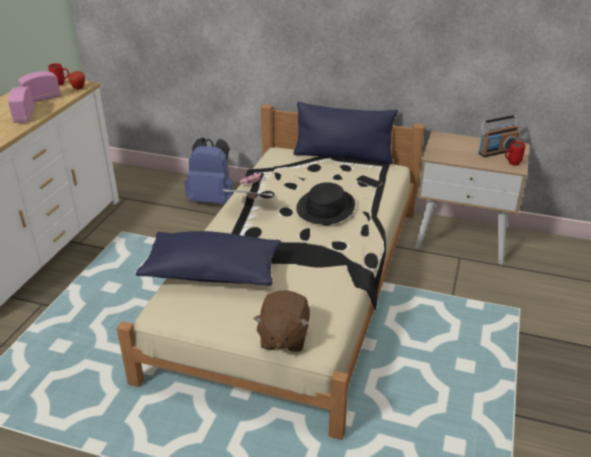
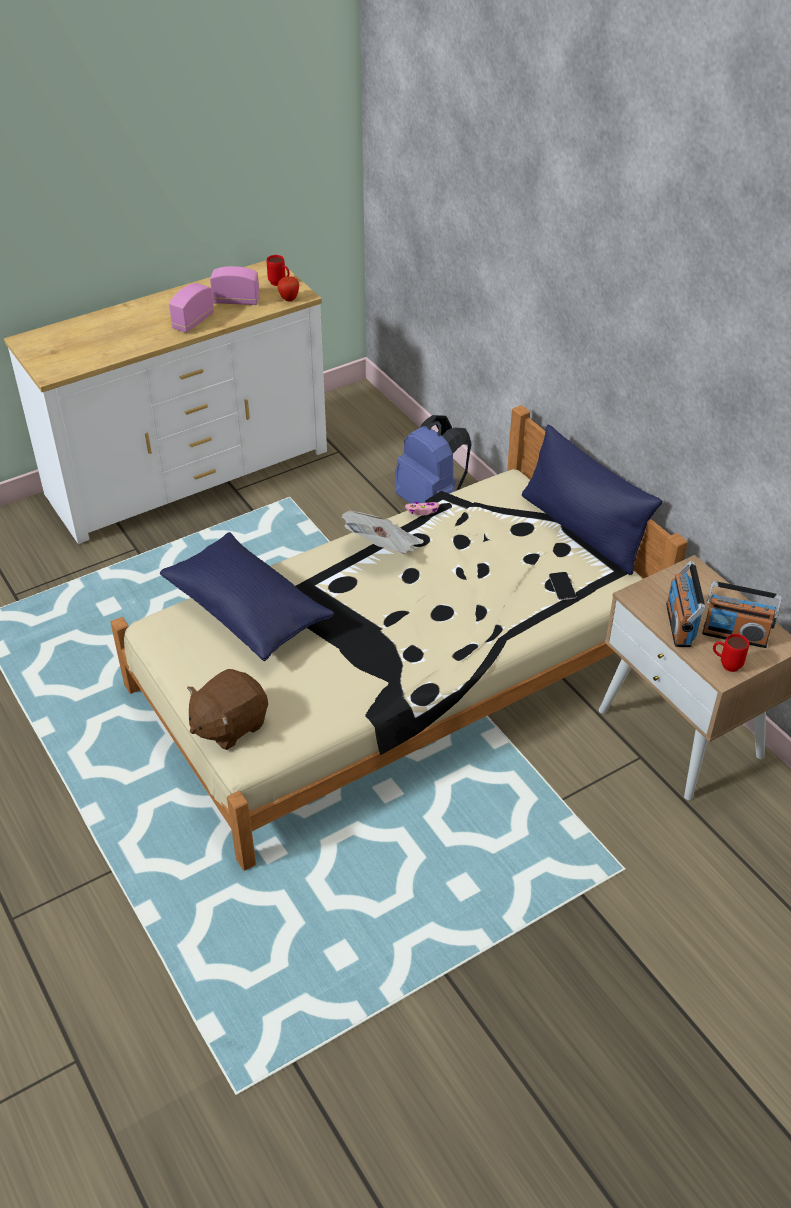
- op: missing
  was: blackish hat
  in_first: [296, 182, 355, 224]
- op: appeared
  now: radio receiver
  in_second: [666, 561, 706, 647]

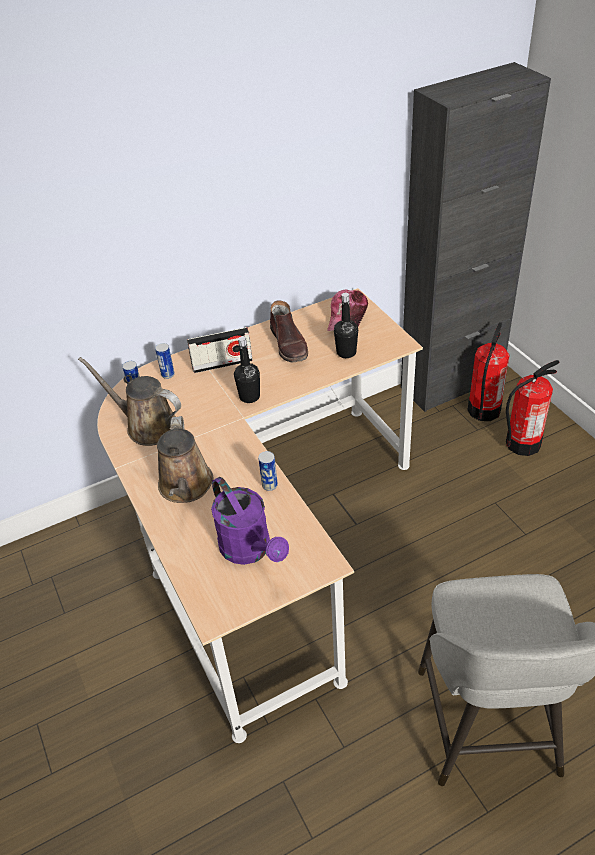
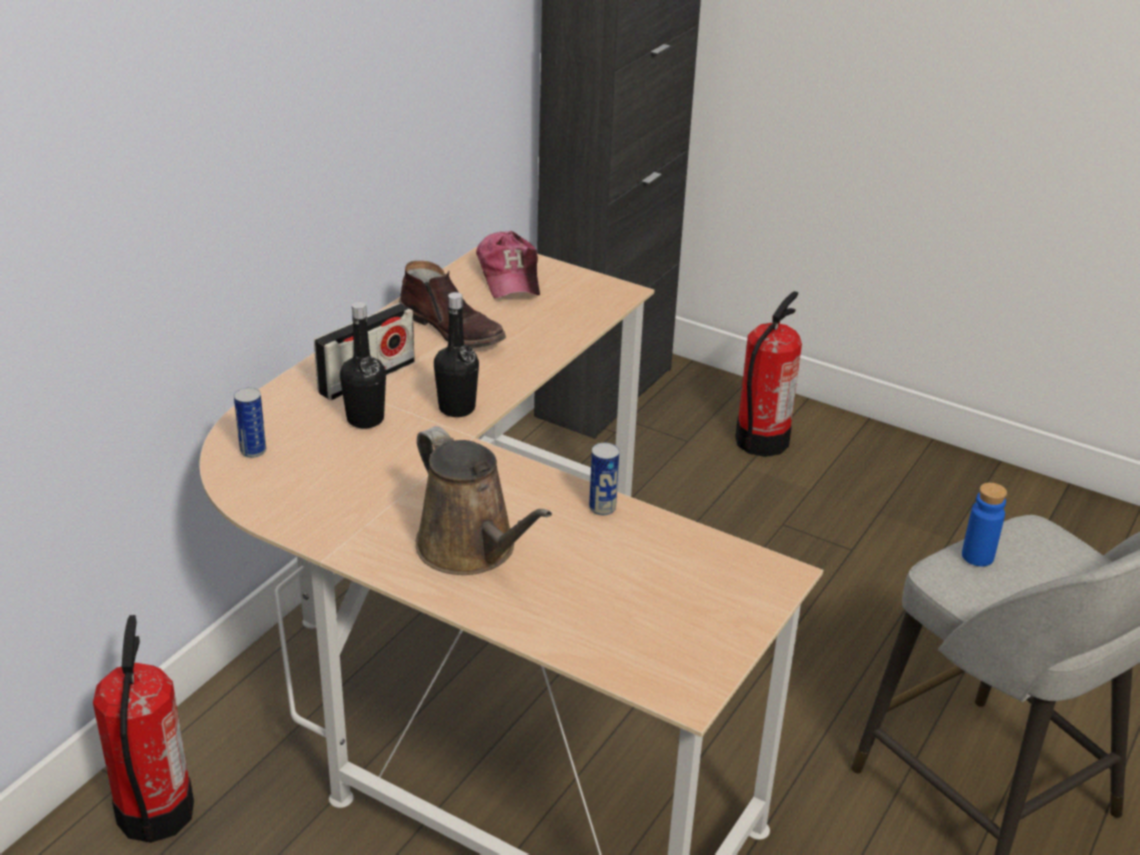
- op: missing
  was: brownish watering pot
  in_first: [78, 357, 181, 446]
- op: missing
  was: can
  in_first: [155, 343, 175, 379]
- op: missing
  was: purple watering pot
  in_first: [211, 477, 289, 565]
- op: appeared
  now: bluish bottle
  in_second: [962, 483, 1007, 566]
- op: relocated
  was: blackish bottle
  in_first: [334, 293, 358, 358]
  in_second: [340, 302, 386, 428]
- op: relocated
  was: fire-fighting cylinder
  in_first: [468, 322, 510, 421]
  in_second: [93, 615, 194, 843]

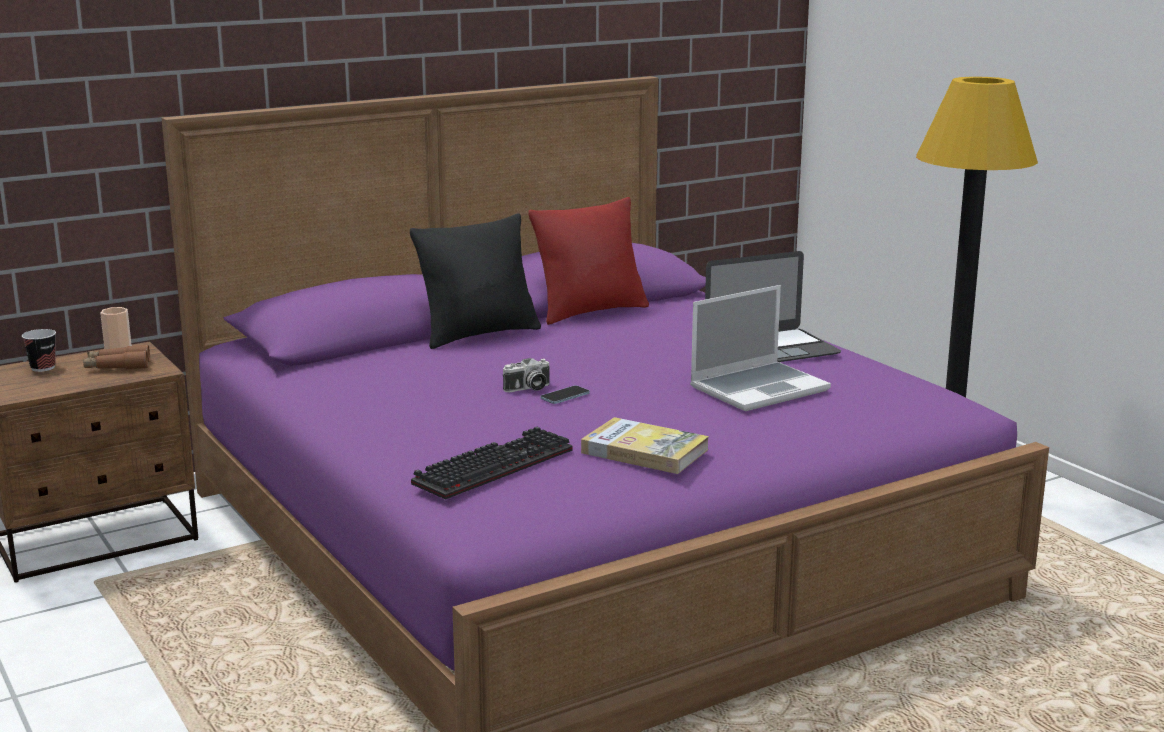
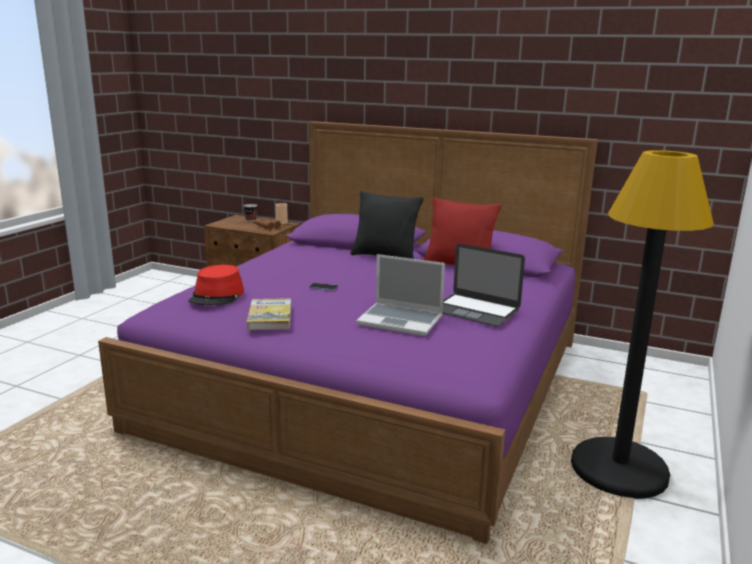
- op: missing
  was: photo camera
  in_first: [503, 358, 550, 392]
- op: exchanged
  was: computer keyboard
  now: red hat
  in_first: [411, 427, 572, 500]
  in_second: [188, 265, 244, 305]

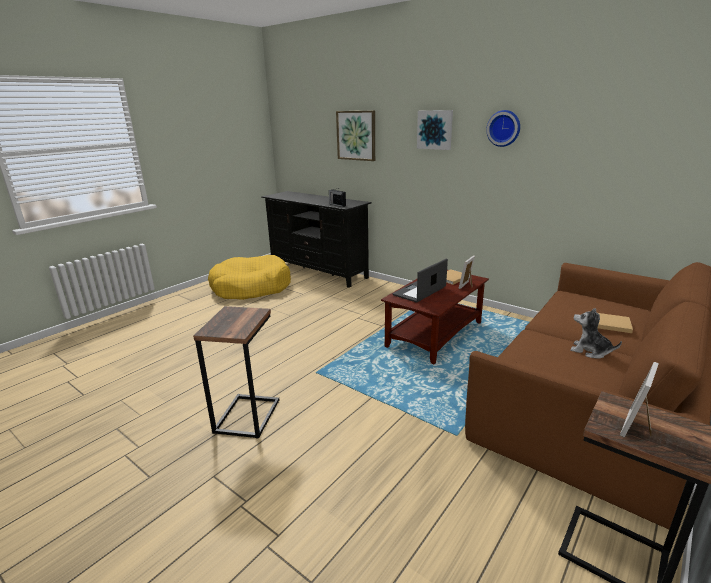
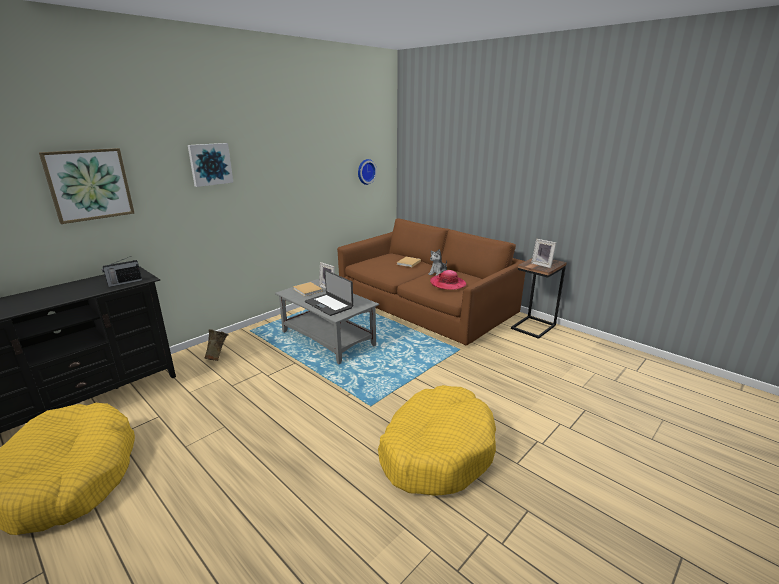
- op: appeared
  now: sand-coloured decorative vase
  in_second: [205, 329, 229, 361]
- op: appeared
  now: hat
  in_second: [430, 270, 466, 290]
- op: relocated
  was: hanging clock
  in_first: [486, 110, 520, 147]
  in_second: [358, 159, 377, 185]
- op: exchanged
  was: accent table
  now: yellowish dog bed
  in_first: [193, 306, 279, 439]
  in_second: [378, 385, 496, 496]
- op: colour
  was: brownish lounge table
  now: grey lounge table
  in_first: [381, 270, 489, 364]
  in_second: [275, 279, 379, 364]

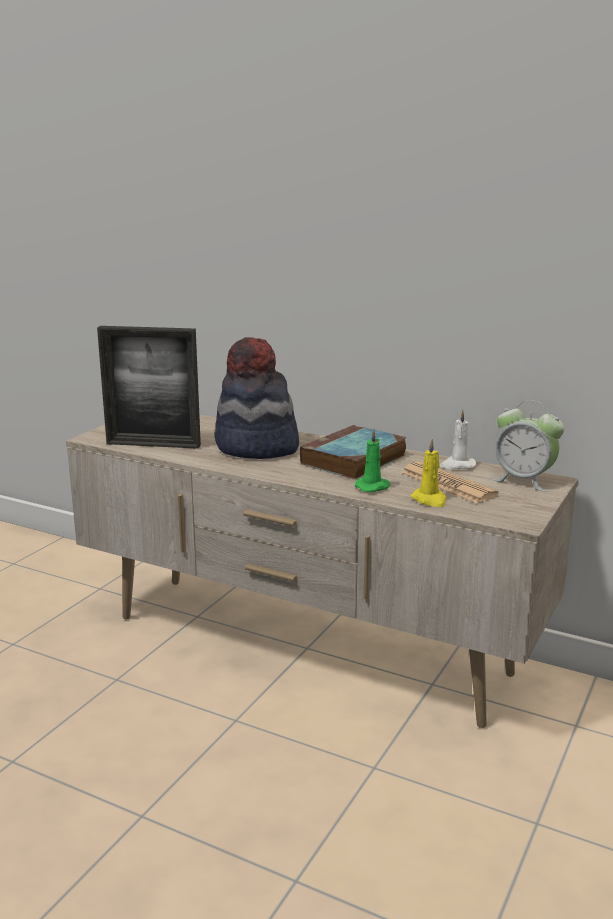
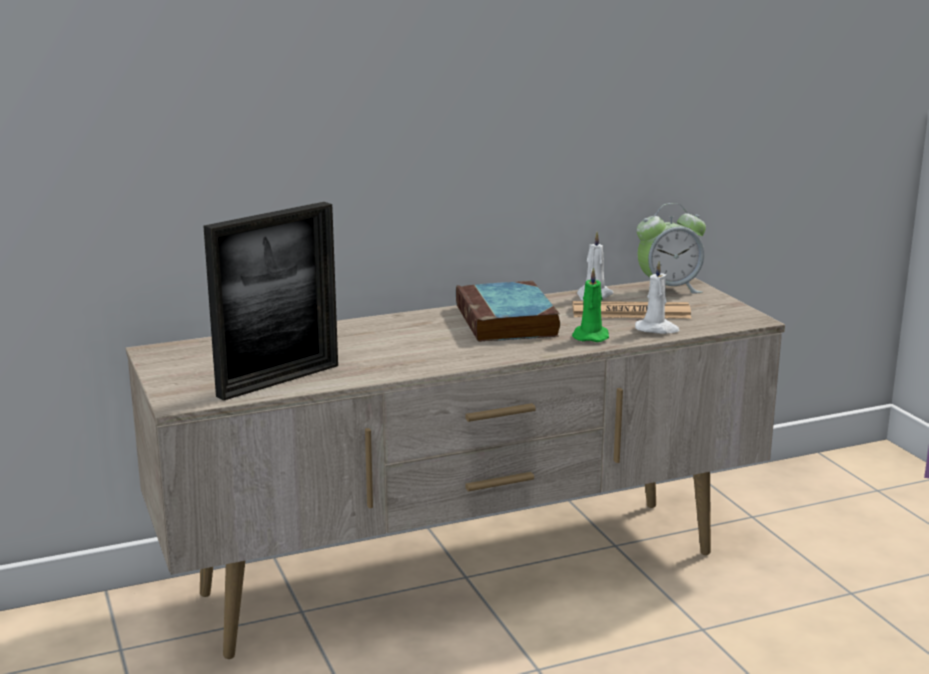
- op: missing
  was: hat
  in_first: [214, 337, 299, 459]
- op: colour
  was: yellowish wax light
  now: whitish wax light
  in_first: [411, 439, 446, 507]
  in_second: [635, 261, 680, 334]

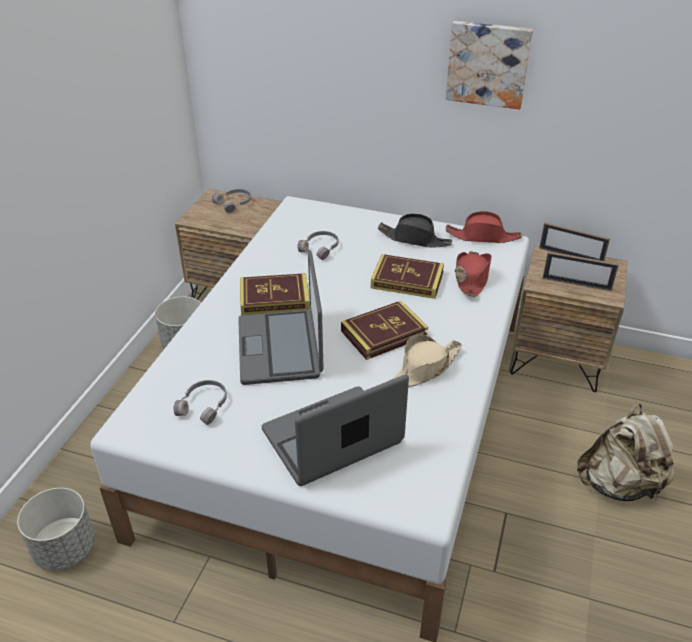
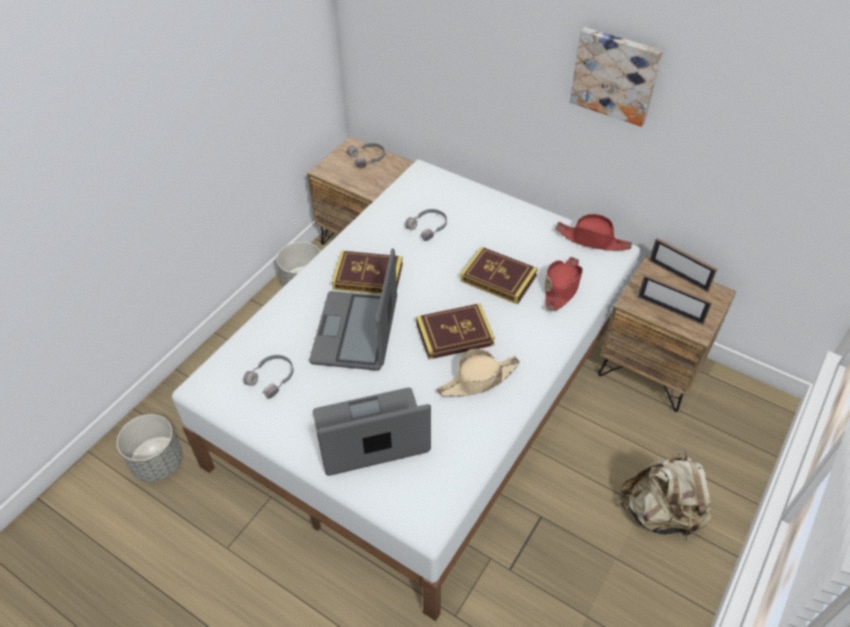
- op: missing
  was: blackish hat
  in_first: [378, 214, 452, 248]

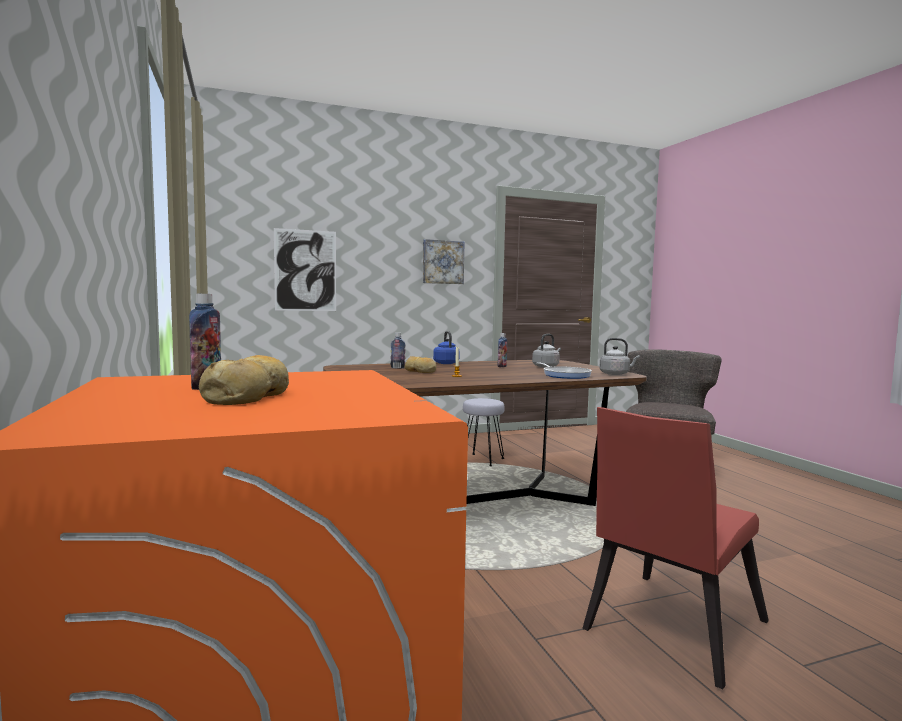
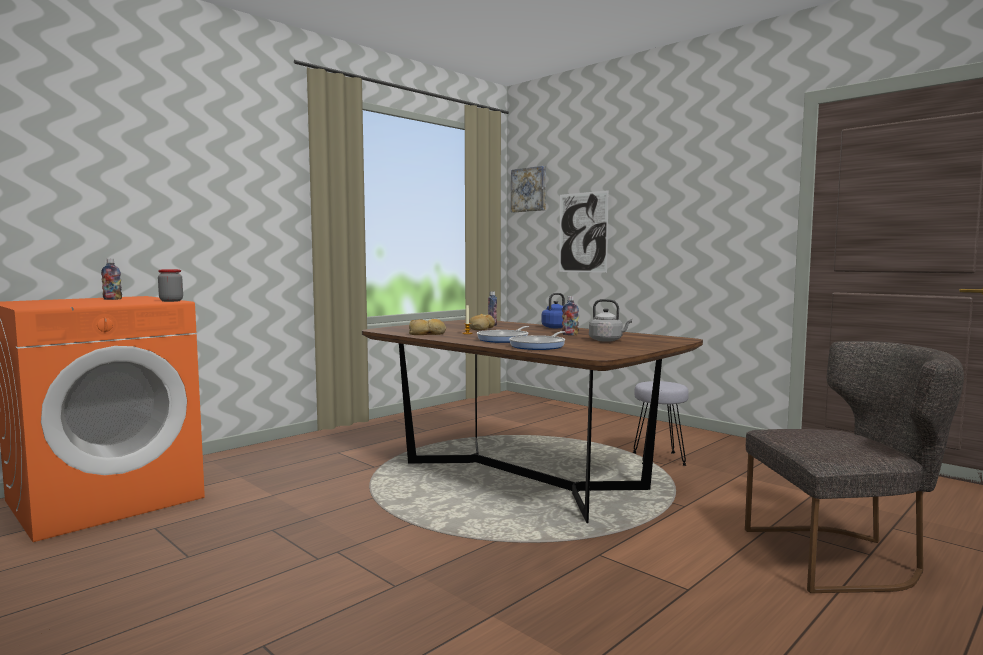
- op: missing
  was: red plain chair
  in_first: [582, 407, 769, 689]
- op: missing
  was: grey water kettle
  in_first: [599, 338, 640, 375]
- op: appeared
  now: jar
  in_second: [158, 269, 183, 302]
- op: appeared
  now: pan
  in_second: [477, 326, 530, 343]
- op: relocated
  was: bakery bread
  in_first: [199, 355, 289, 405]
  in_second: [409, 319, 446, 335]
- op: relocated
  was: wall art
  in_first: [423, 239, 465, 284]
  in_second: [511, 166, 546, 212]

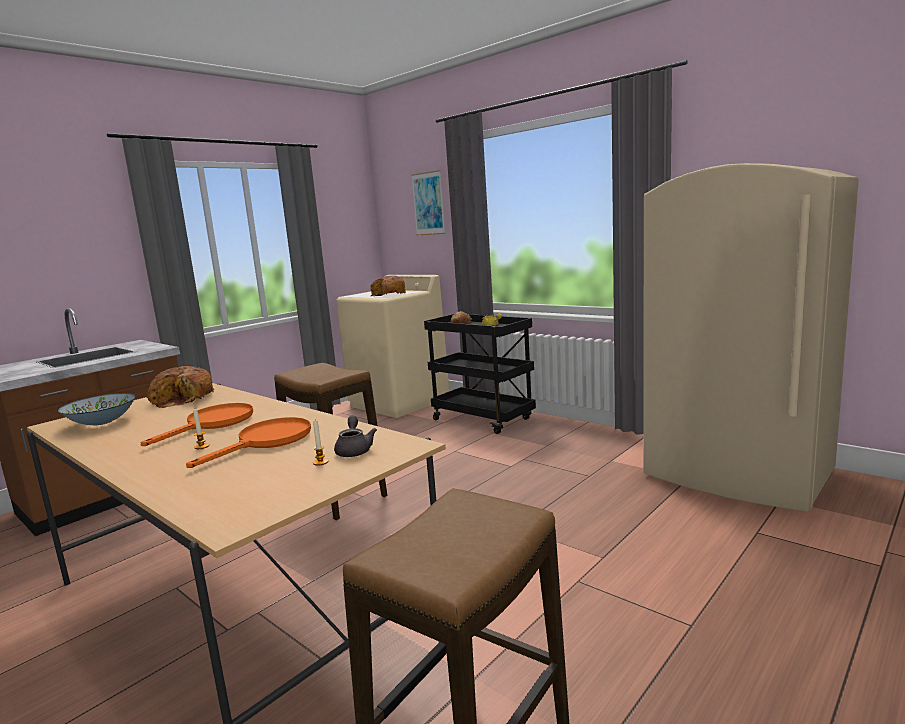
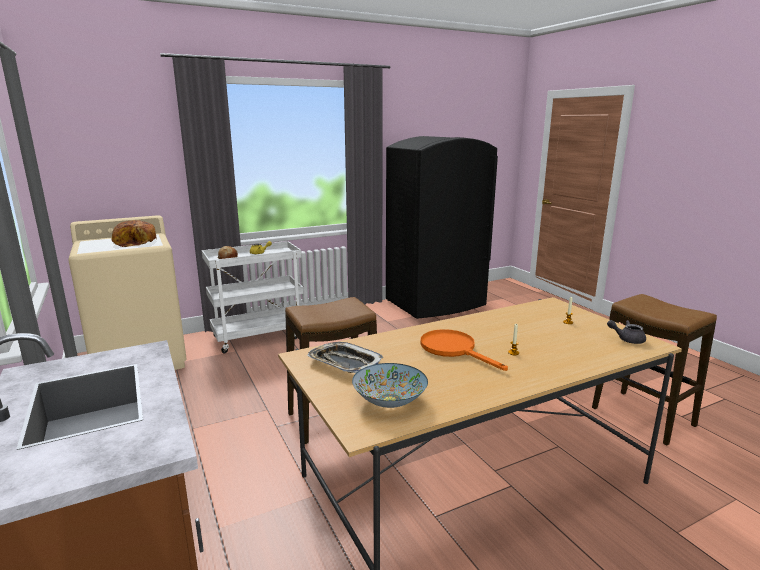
- op: missing
  was: orangey pan
  in_first: [186, 417, 311, 468]
- op: missing
  was: wall art
  in_first: [411, 170, 445, 236]
- op: relocated
  was: grey tea pot
  in_first: [334, 416, 377, 457]
  in_second: [607, 320, 646, 344]
- op: exchanged
  was: bakery bread
  now: serving tray
  in_first: [147, 366, 214, 408]
  in_second: [307, 342, 383, 373]
- op: colour
  was: blackish wheeled cart
  now: whitish wheeled cart
  in_first: [424, 314, 536, 434]
  in_second: [202, 241, 303, 353]
- op: colour
  was: sand-coloured refrigerator
  now: blackish refrigerator
  in_first: [643, 163, 859, 512]
  in_second: [386, 136, 498, 319]

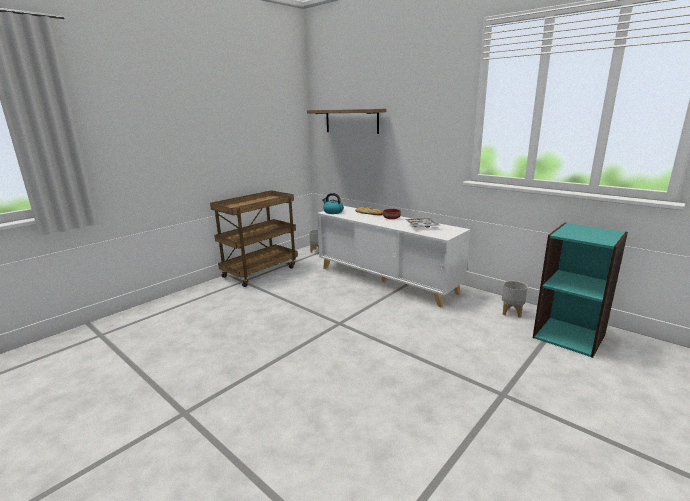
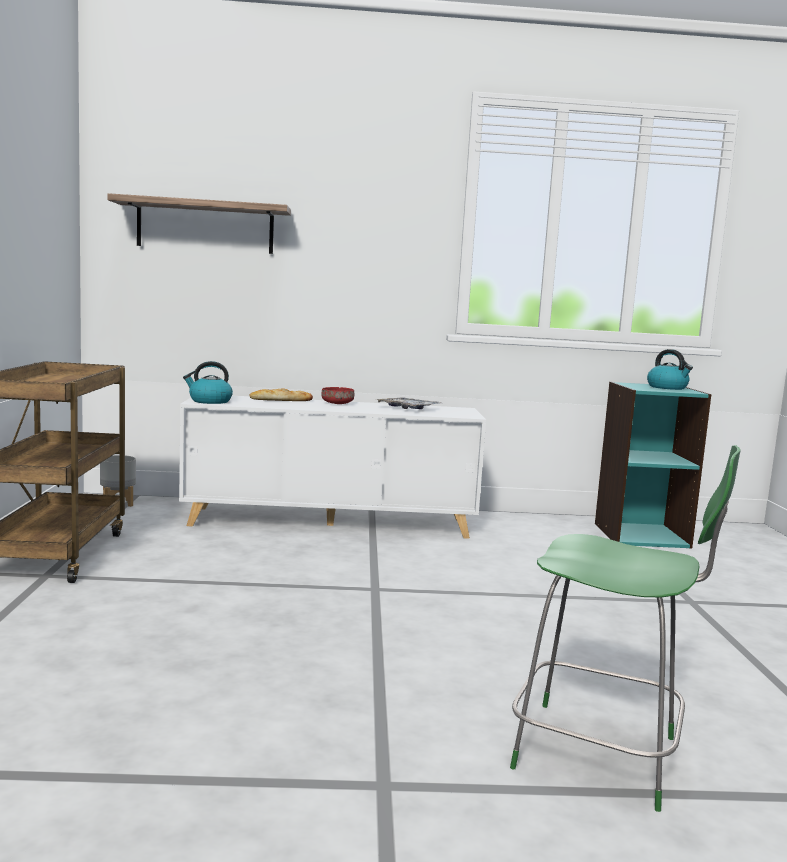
- op: missing
  was: grey planter
  in_first: [502, 281, 528, 318]
- op: appeared
  now: green-coloured stool
  in_second: [510, 445, 741, 812]
- op: appeared
  now: water kettle
  in_second: [647, 349, 693, 390]

